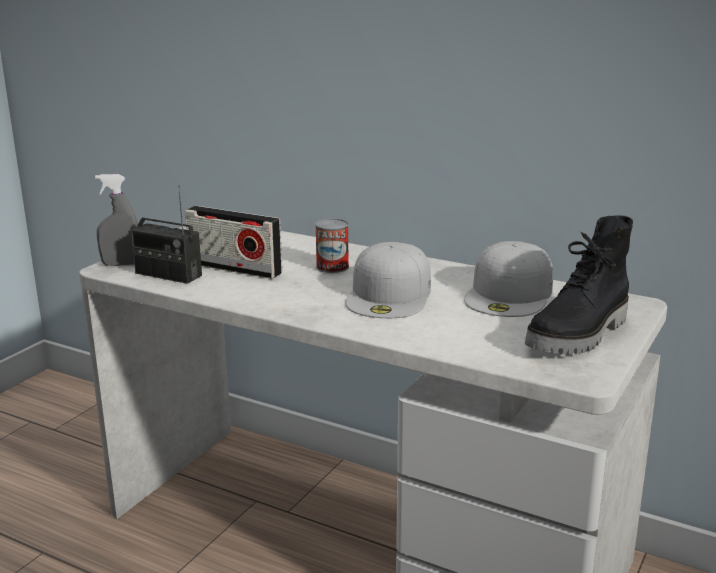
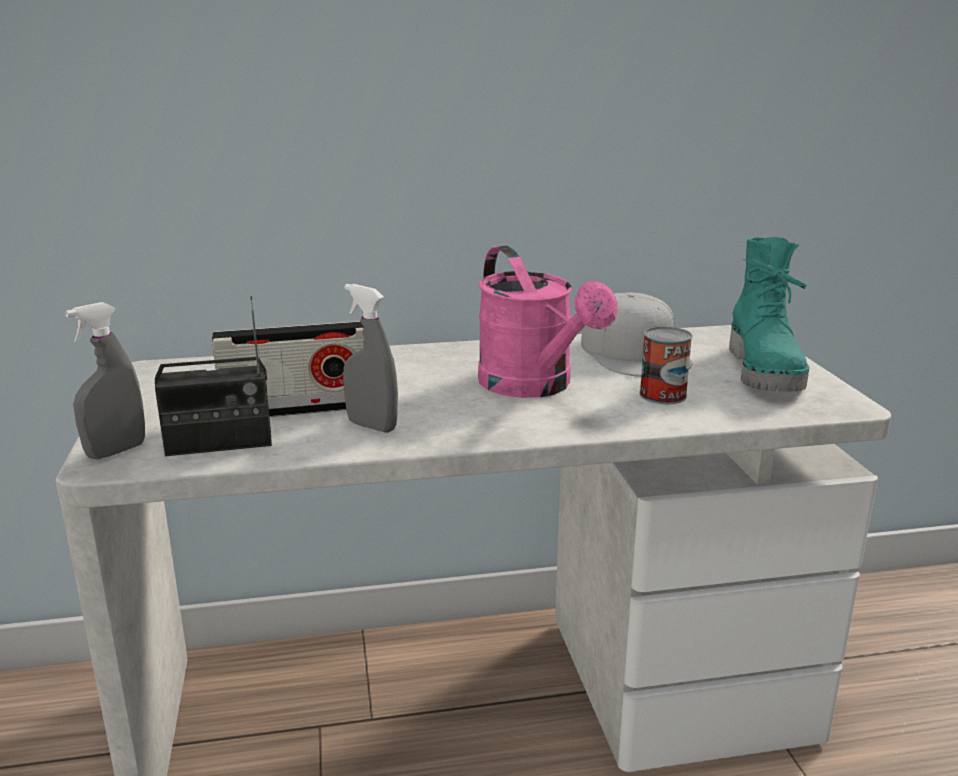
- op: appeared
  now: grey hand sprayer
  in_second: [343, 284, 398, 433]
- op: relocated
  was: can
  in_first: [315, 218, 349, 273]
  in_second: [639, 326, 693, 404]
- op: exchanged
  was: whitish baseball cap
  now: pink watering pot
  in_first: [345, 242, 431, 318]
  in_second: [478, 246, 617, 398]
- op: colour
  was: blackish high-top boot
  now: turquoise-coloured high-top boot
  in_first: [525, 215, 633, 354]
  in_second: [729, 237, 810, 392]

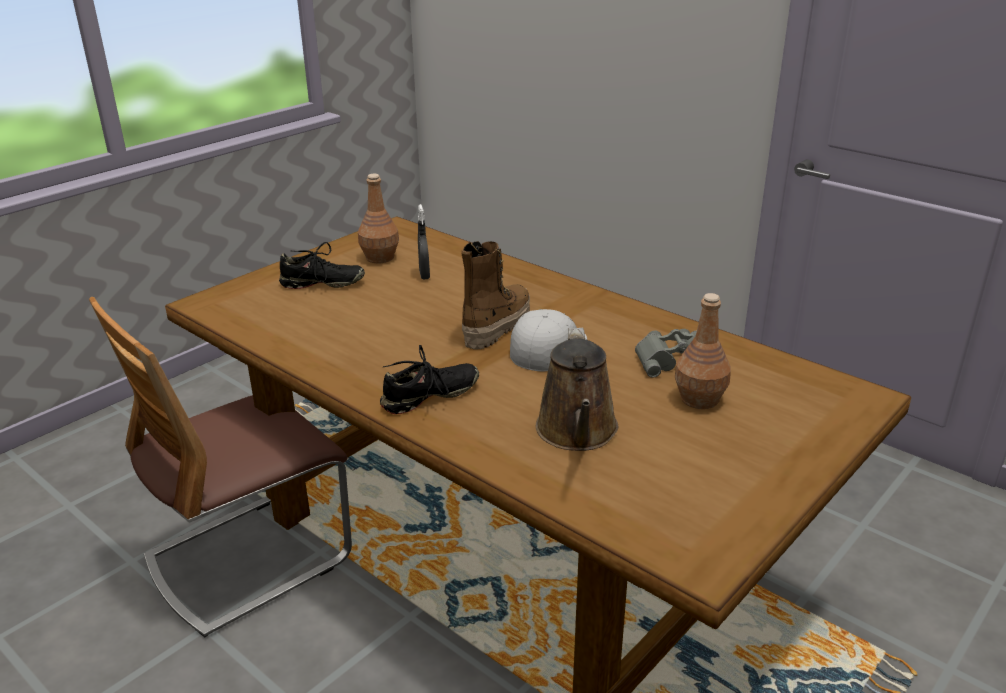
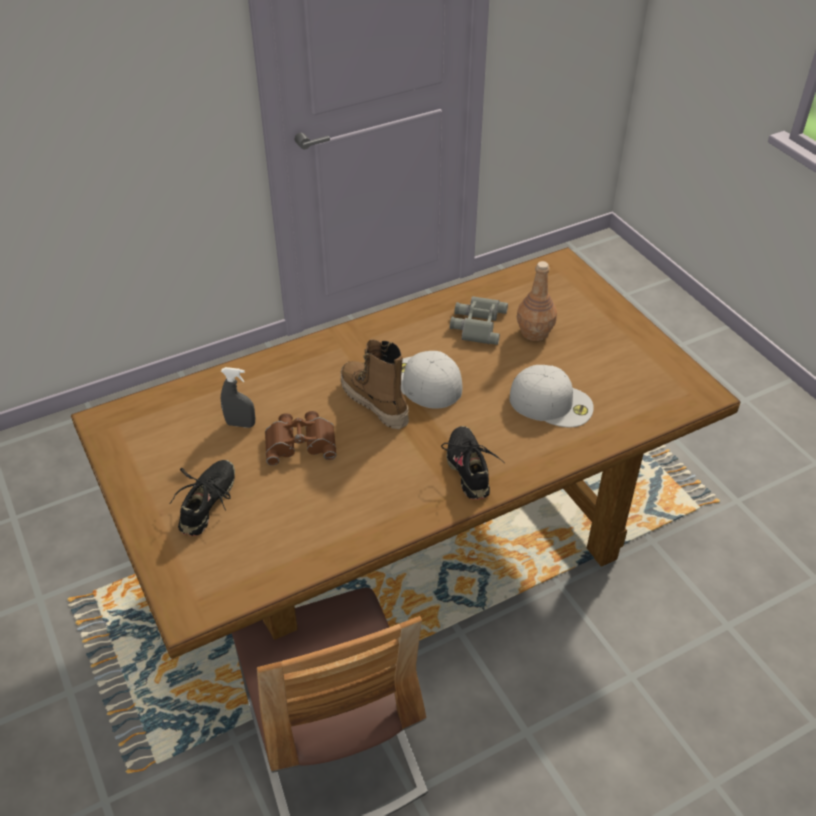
- op: missing
  was: brownish bottle
  in_first: [358, 174, 399, 263]
- op: appeared
  now: brownish pair of binoculars
  in_second: [265, 411, 336, 465]
- op: exchanged
  was: brownish watering pot
  now: whitish baseball cap
  in_first: [536, 328, 618, 451]
  in_second: [509, 365, 594, 428]

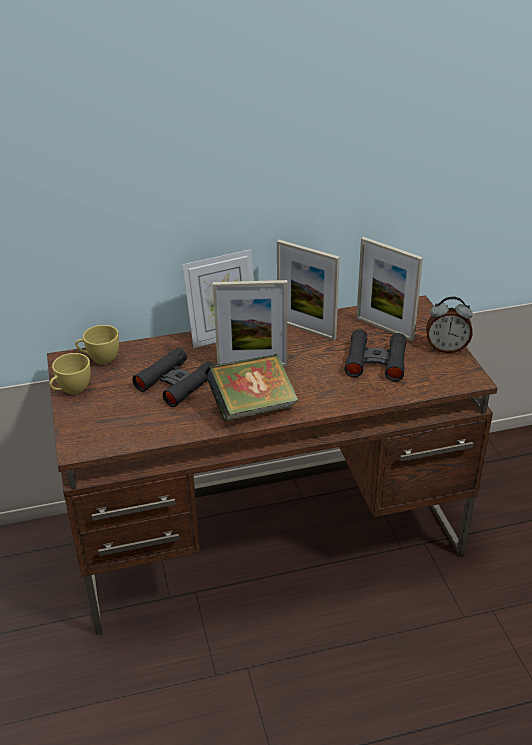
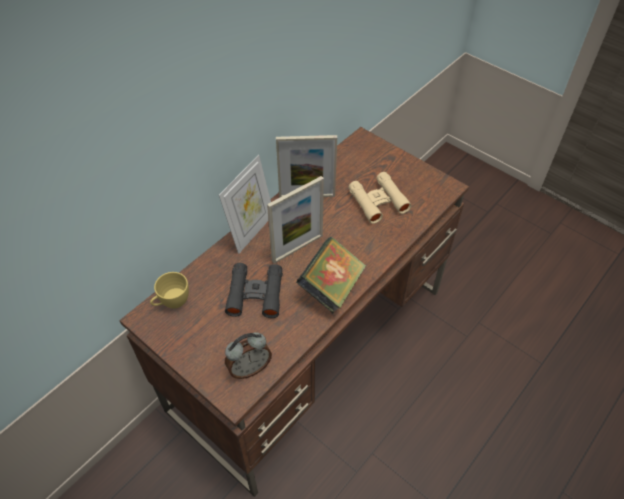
- op: missing
  was: yellowish small cup
  in_first: [49, 353, 91, 394]
- op: missing
  was: standing frame
  in_first: [356, 237, 423, 341]
- op: relocated
  was: bedside clock
  in_first: [426, 297, 473, 353]
  in_second: [225, 332, 272, 379]
- op: colour
  was: blackish pair of binoculars
  now: sand-coloured pair of binoculars
  in_first: [345, 329, 406, 381]
  in_second: [348, 172, 412, 224]

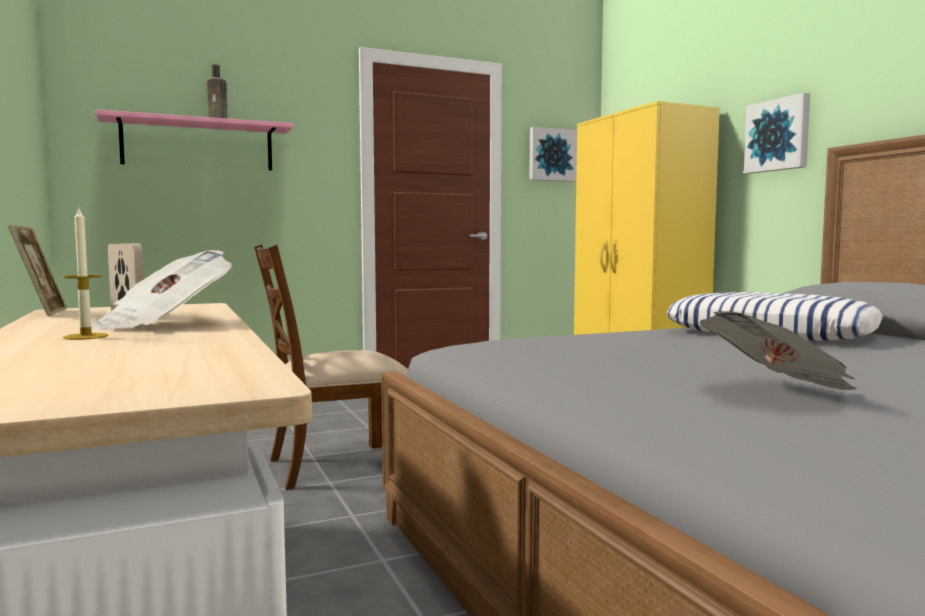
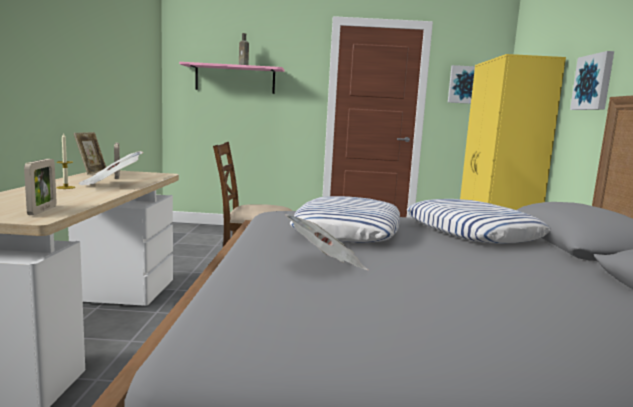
- op: appeared
  now: standing frame
  in_second: [24, 159, 57, 215]
- op: appeared
  now: pillow
  in_second: [290, 196, 400, 243]

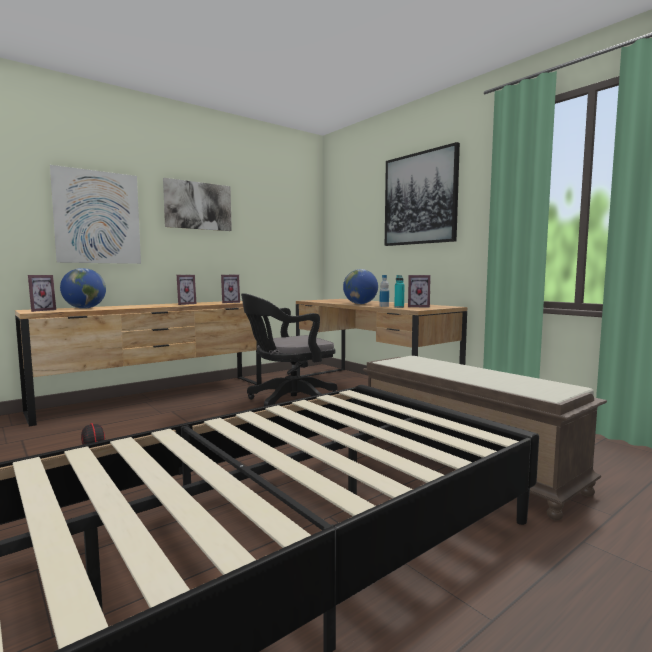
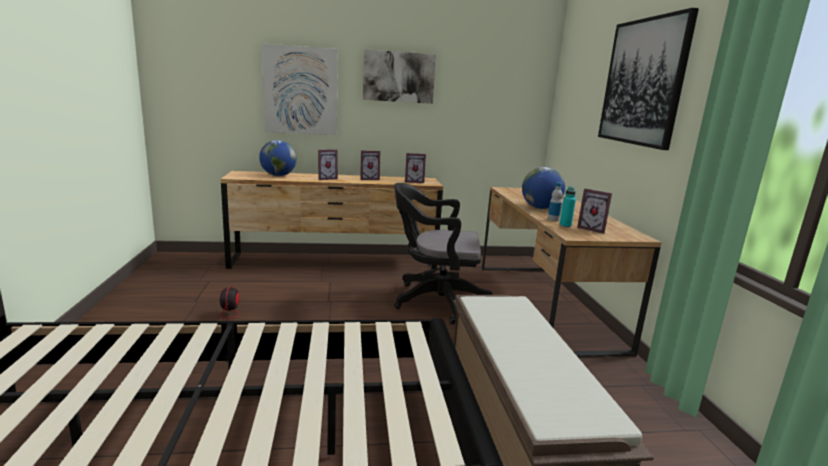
- op: relocated
  was: standing frame
  in_first: [28, 275, 56, 312]
  in_second: [318, 149, 338, 180]

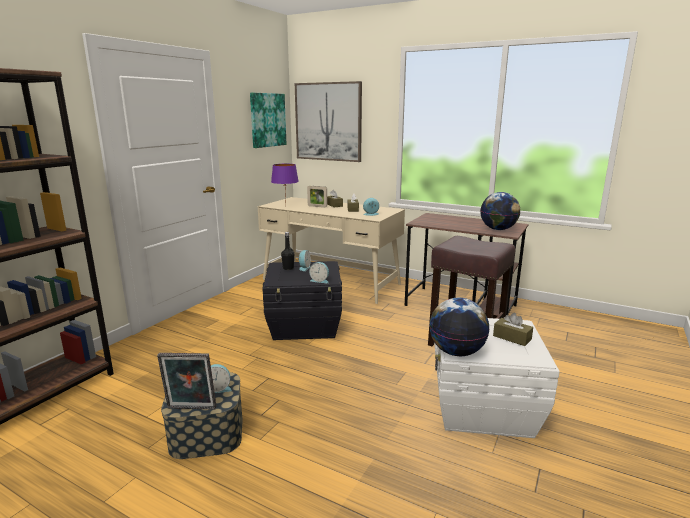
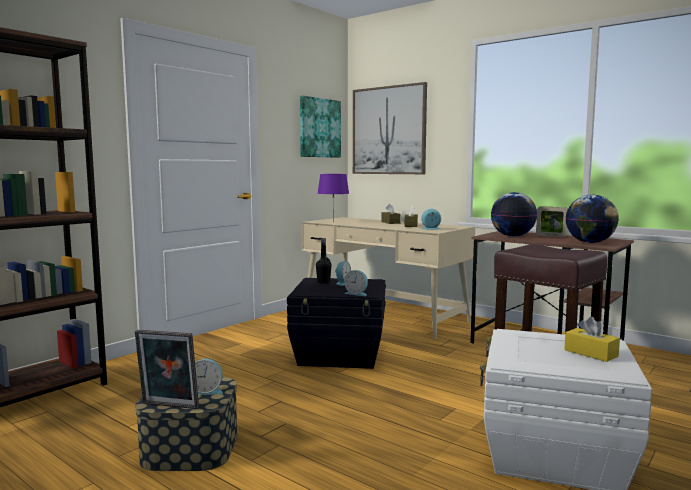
- op: relocated
  was: standing frame
  in_first: [307, 186, 327, 208]
  in_second: [536, 206, 568, 237]
- op: relocated
  was: desk globe
  in_first: [429, 298, 489, 356]
  in_second: [491, 192, 537, 237]
- op: colour
  was: brownish tissue box
  now: yellowish tissue box
  in_first: [493, 313, 533, 346]
  in_second: [564, 317, 620, 362]

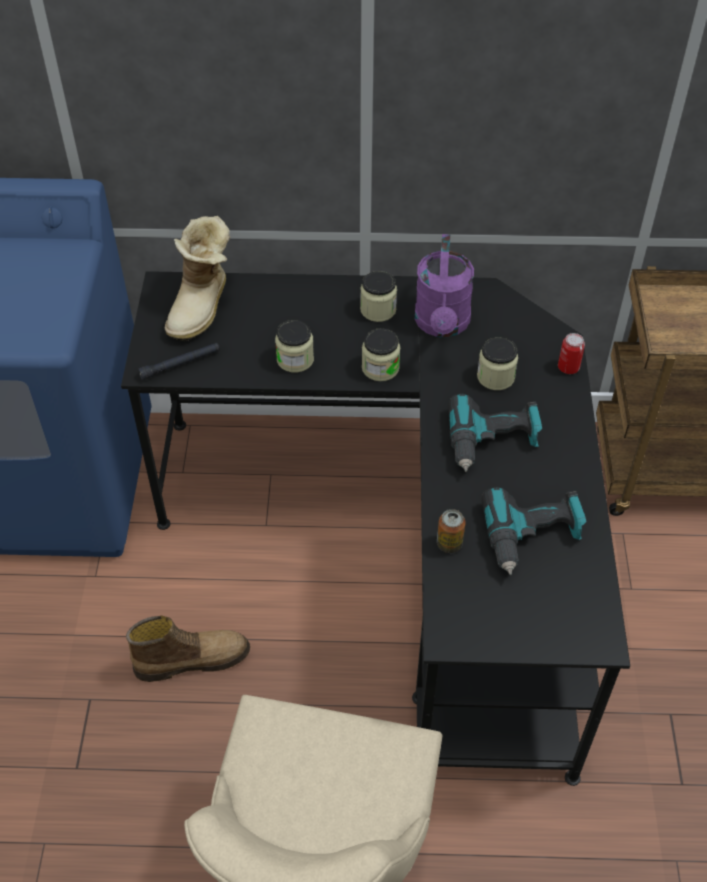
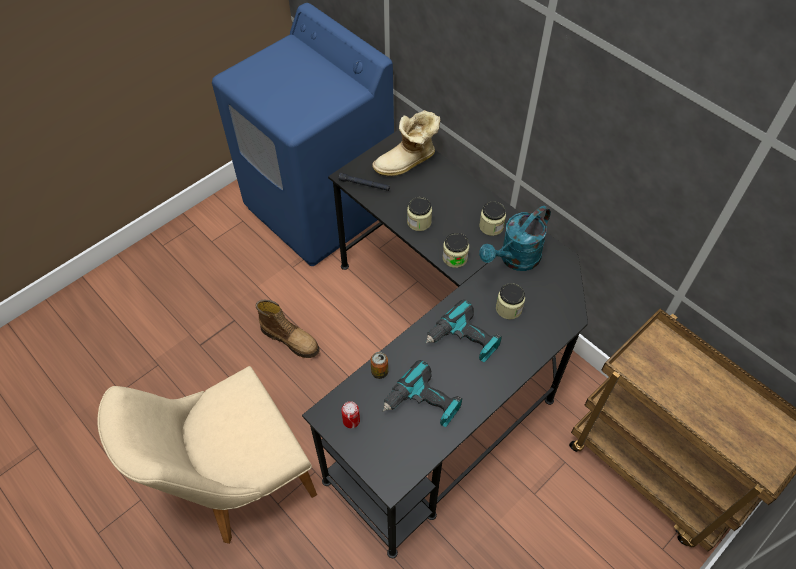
- op: relocated
  was: can
  in_first: [558, 333, 585, 374]
  in_second: [341, 401, 360, 428]
- op: colour
  was: purple watering pot
  now: turquoise-coloured watering pot
  in_first: [415, 234, 474, 337]
  in_second: [479, 206, 551, 271]

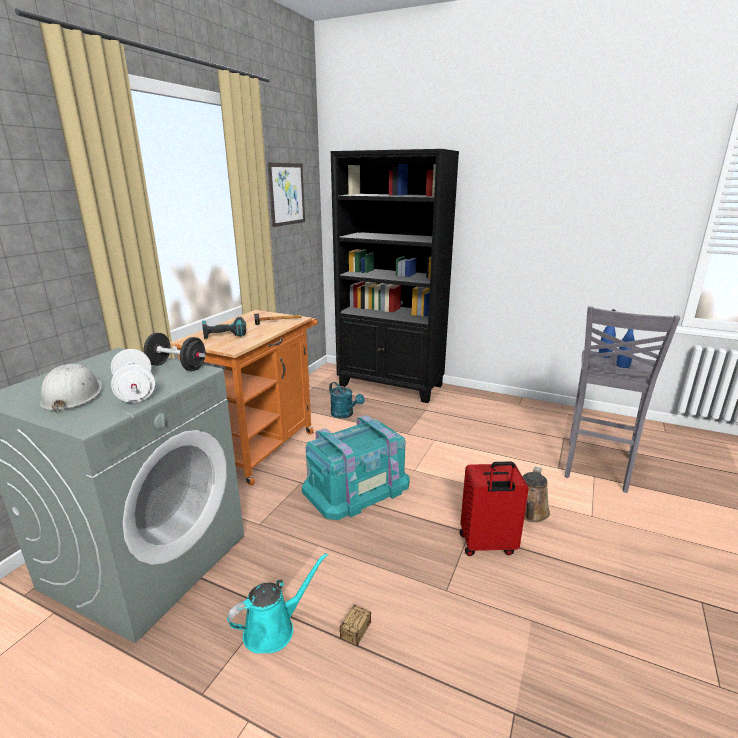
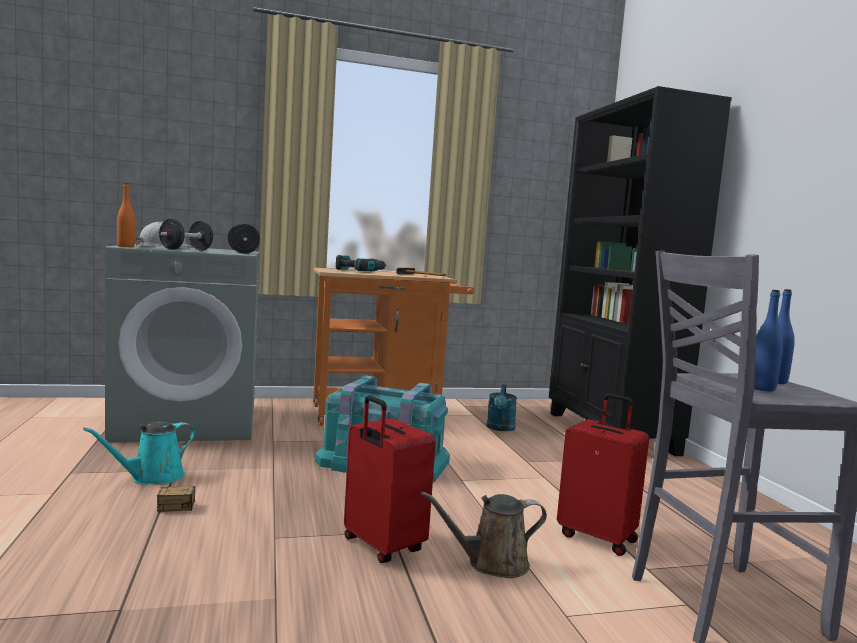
- op: missing
  was: wall art
  in_first: [267, 163, 305, 227]
- op: appeared
  now: orangey bottle
  in_second: [117, 183, 135, 247]
- op: appeared
  now: red suitcase
  in_second: [557, 393, 649, 556]
- op: colour
  was: whitish dumbbell
  now: blackish dumbbell
  in_first: [111, 349, 155, 403]
  in_second: [159, 219, 213, 250]
- op: spun
  was: turquoise-coloured watering pot
  in_first: [227, 553, 328, 654]
  in_second: [83, 421, 195, 485]
  clockwise: 120

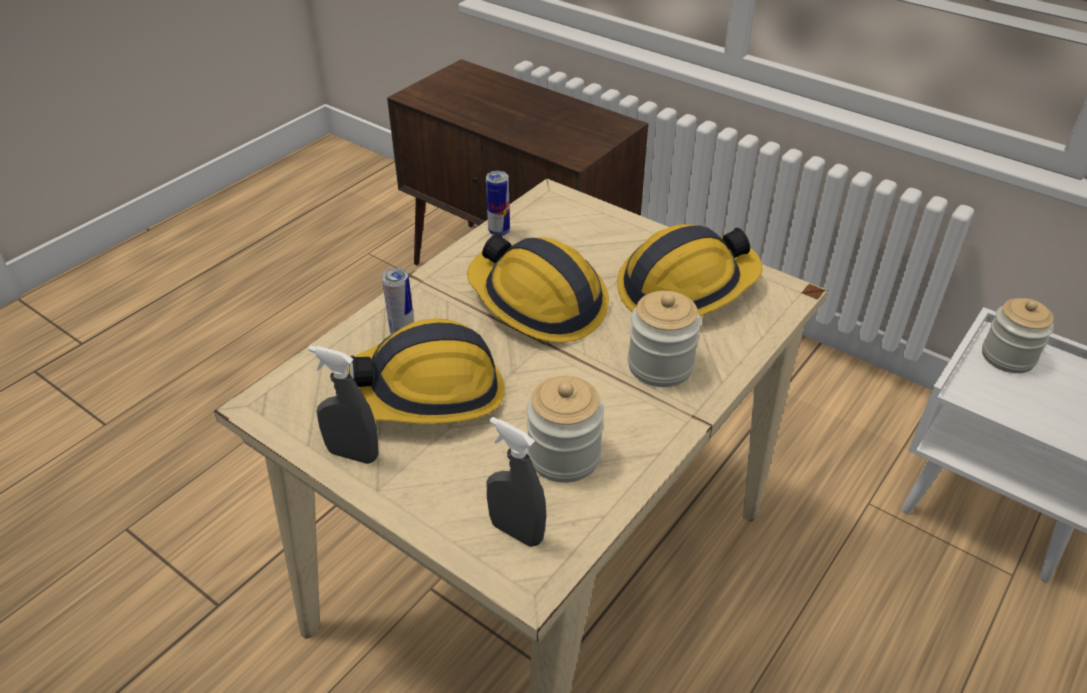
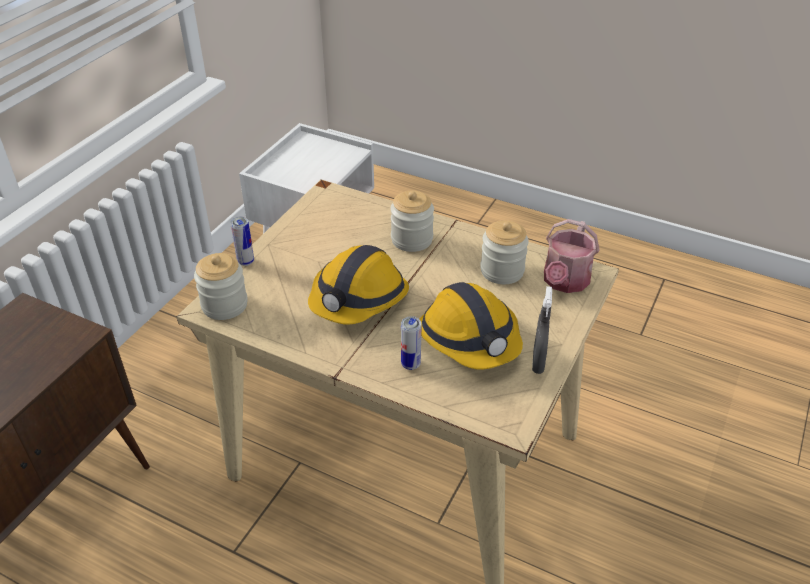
- op: missing
  was: work helmet
  in_first: [617, 224, 762, 316]
- op: relocated
  was: can
  in_first: [486, 171, 510, 236]
  in_second: [230, 216, 254, 266]
- op: relocated
  was: jar
  in_first: [982, 298, 1054, 373]
  in_second: [194, 253, 248, 320]
- op: exchanged
  was: grey hand sprayer
  now: watering pot
  in_first: [487, 417, 547, 547]
  in_second: [544, 219, 600, 293]

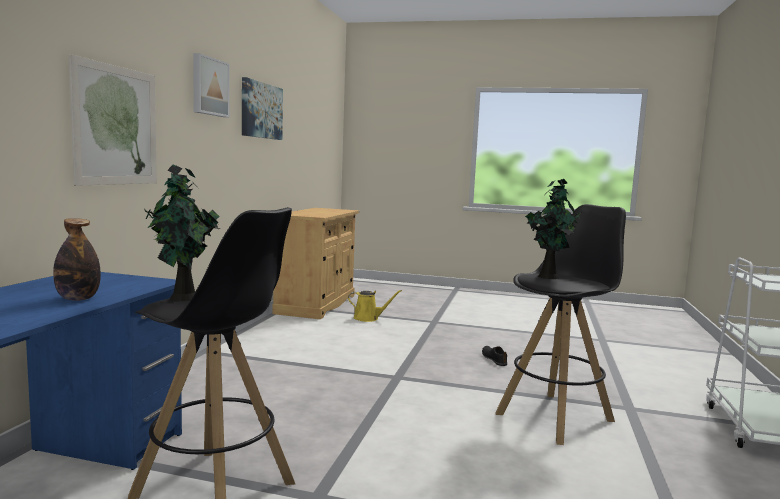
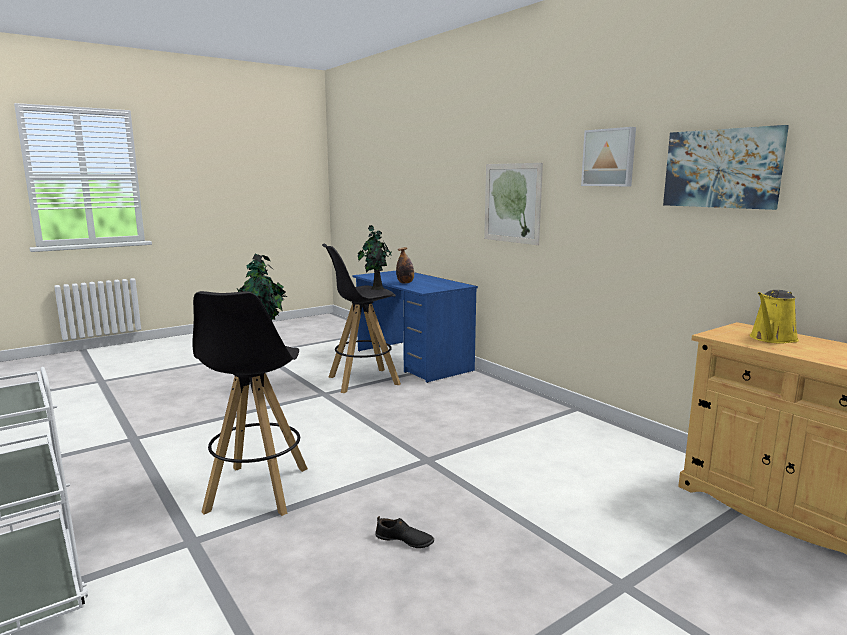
- op: relocated
  was: yellowish watering pot
  in_first: [348, 290, 402, 322]
  in_second: [750, 290, 799, 344]

